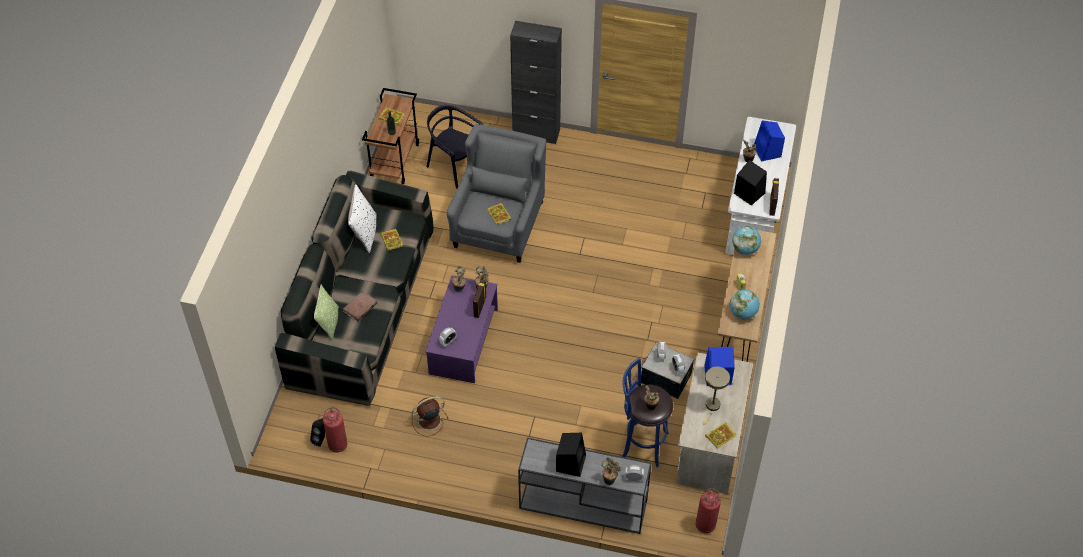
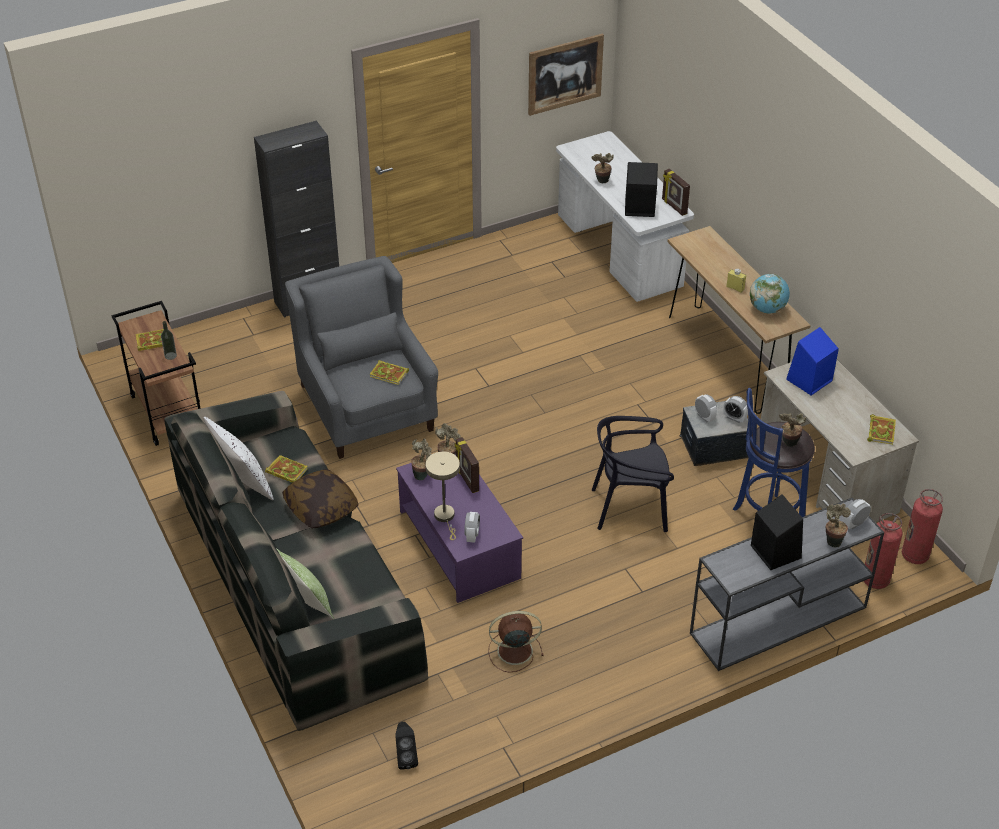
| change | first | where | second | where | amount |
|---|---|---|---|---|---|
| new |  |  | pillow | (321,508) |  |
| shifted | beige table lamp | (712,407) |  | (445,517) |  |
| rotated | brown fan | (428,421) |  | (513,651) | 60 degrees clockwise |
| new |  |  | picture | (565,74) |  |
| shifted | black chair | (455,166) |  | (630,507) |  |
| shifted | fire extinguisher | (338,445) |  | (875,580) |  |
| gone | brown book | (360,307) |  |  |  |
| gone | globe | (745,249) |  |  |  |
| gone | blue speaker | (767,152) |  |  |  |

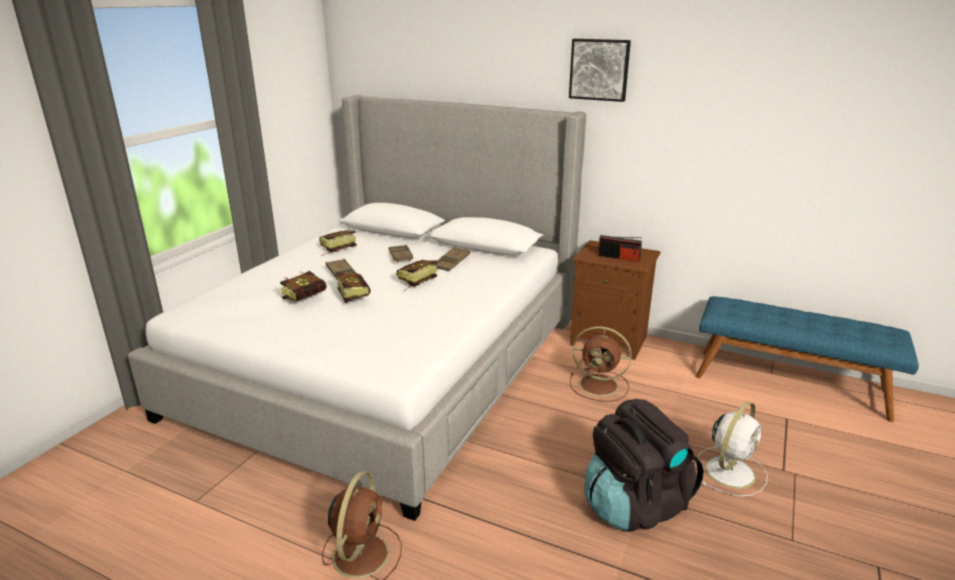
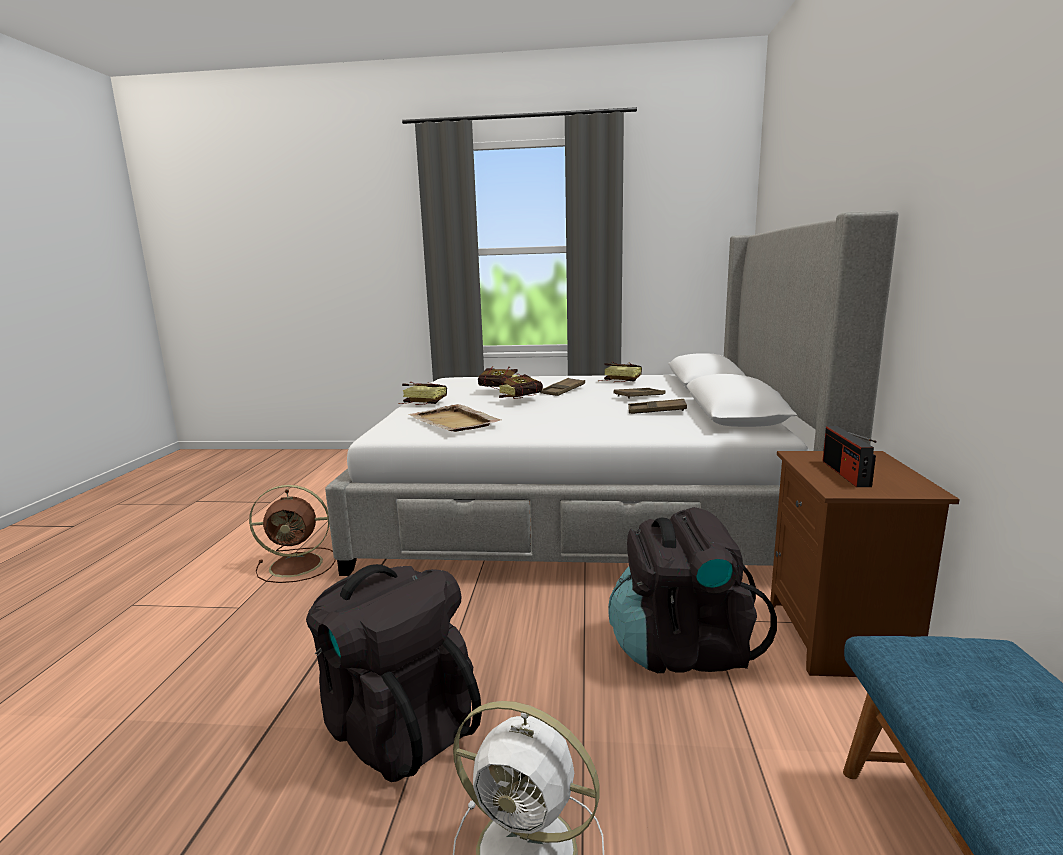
| change | first | where | second | where | amount |
|---|---|---|---|---|---|
| shifted | book | (414,283) |  | (421,403) |  |
| new |  |  | beige tray | (454,422) |  |
| swapped | brown fan | (600,385) | black backpack | (682,649) |  |
| gone | picture | (599,69) |  |  |  |

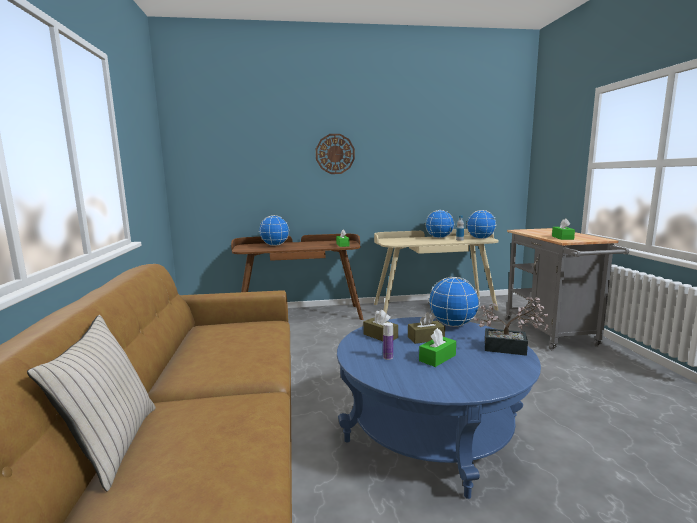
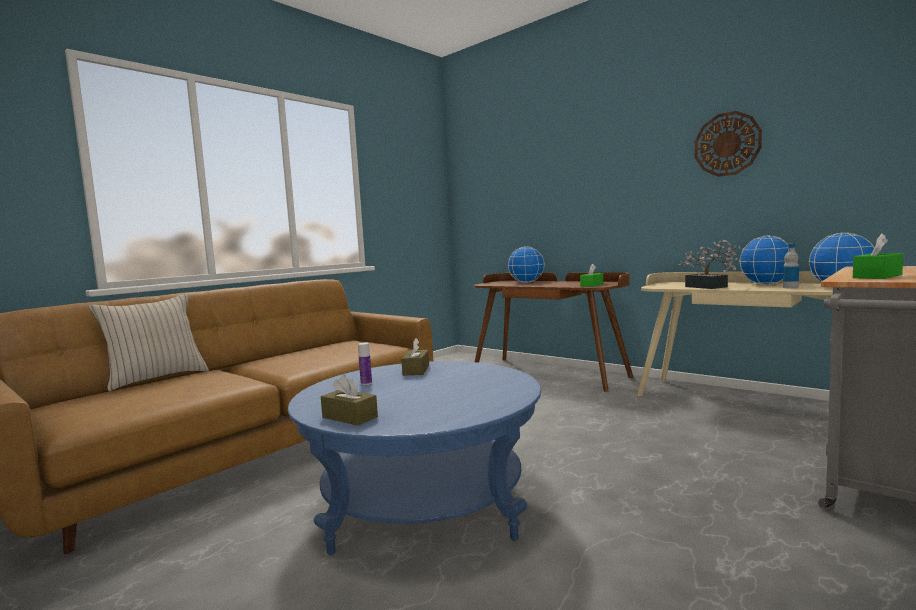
| change | first | where | second | where | amount |
|---|---|---|---|---|---|
| shifted | brown tissue box | (426,338) |  | (350,417) |  |
| shifted | potted plant | (510,349) |  | (709,287) |  |
| shifted | wall clock | (335,154) |  | (727,144) |  |
| gone | green tissue box | (437,358) |  |  |  |
| gone | globe | (452,324) |  |  |  |

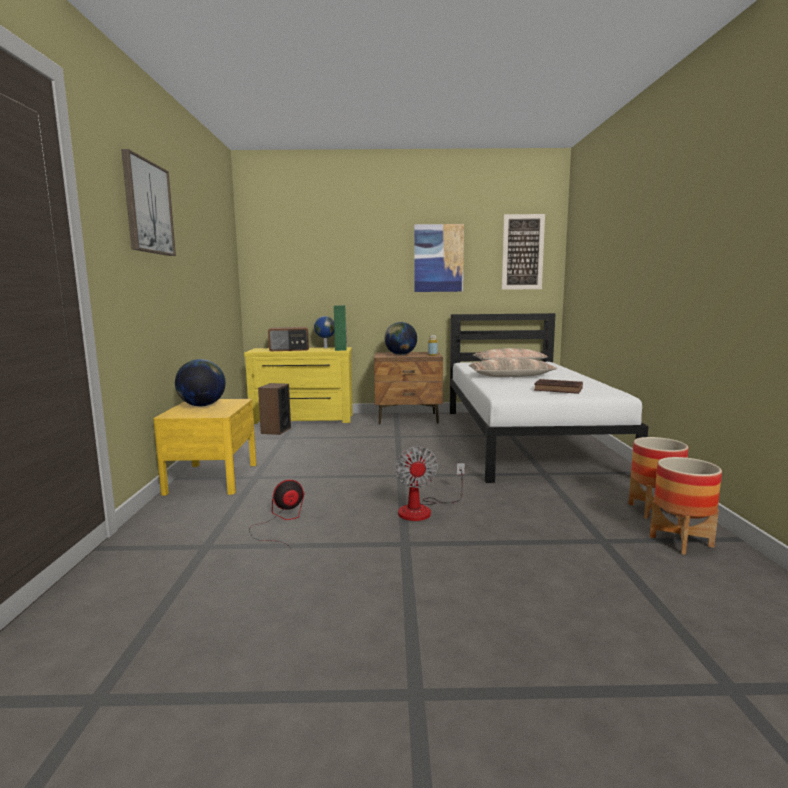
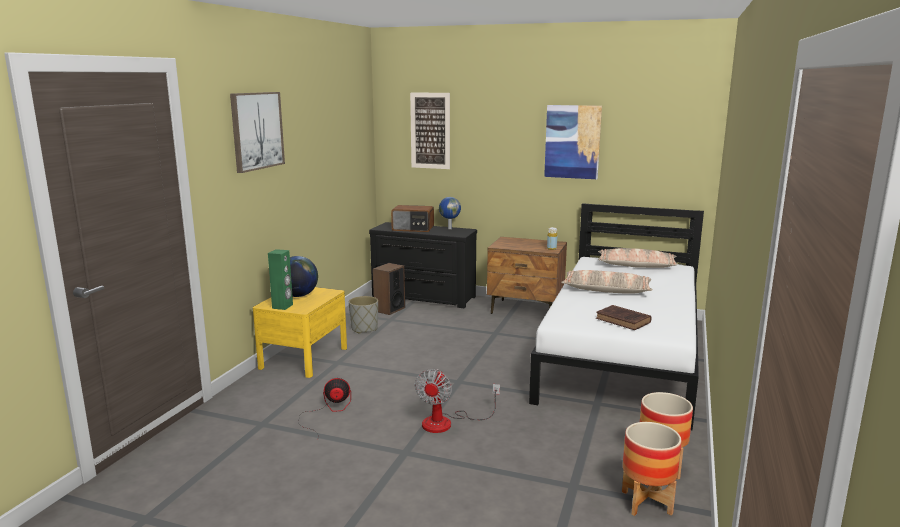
| change | first | where | second | where | amount |
|---|---|---|---|---|---|
| shifted | green speaker | (341,349) |  | (282,306) |  |
| new |  |  | grey planter | (364,328) |  |
| repainted | yellow dresser | (302,419) | black dresser | (423,298) |  |
| shifted | picture | (522,252) |  | (430,131) |  |
| gone | globe | (400,354) |  |  |  |

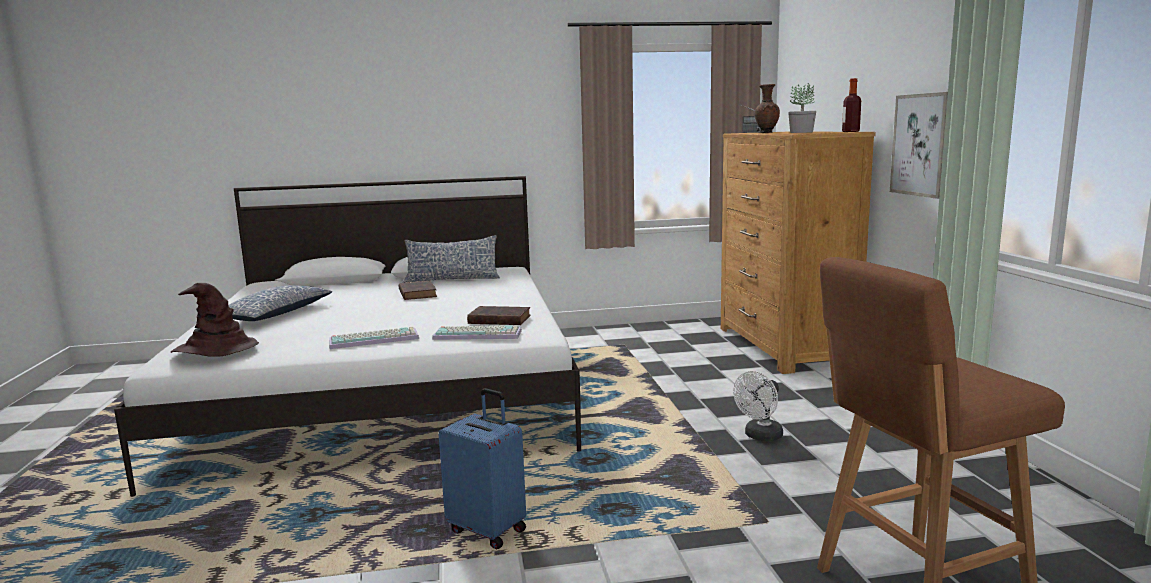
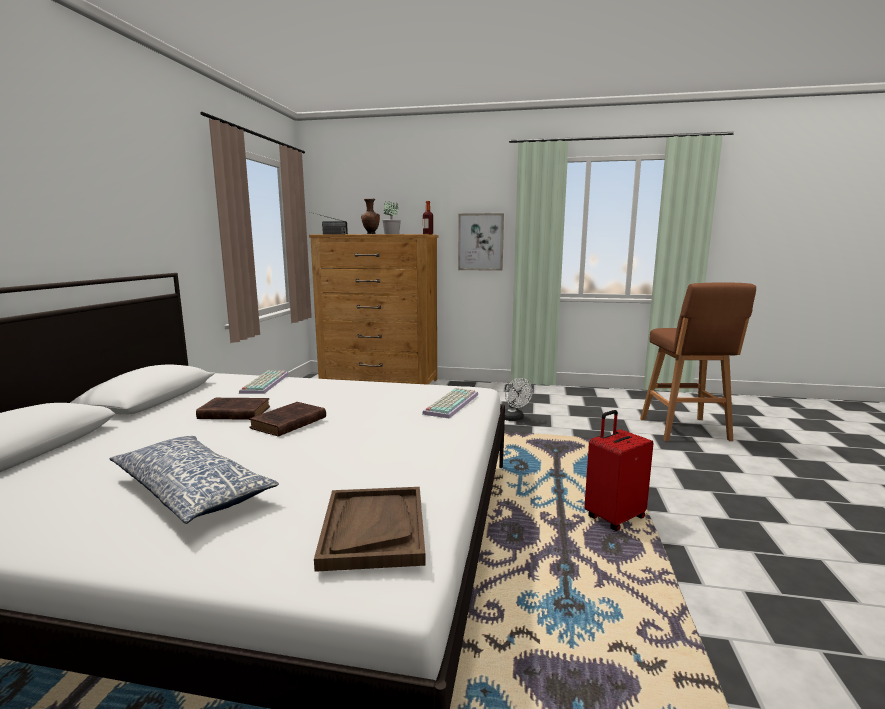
| change | first | where | second | where | amount |
|---|---|---|---|---|---|
| shifted | keyboard | (375,339) |  | (264,383) |  |
| shifted | brown book | (498,320) |  | (287,423) |  |
| swapped | brown hat | (214,350) | brown tray | (373,529) |  |
| repainted | blue suitcase | (488,530) | red suitcase | (613,517) |  |
| gone | pillow | (452,279) |  |  |  |

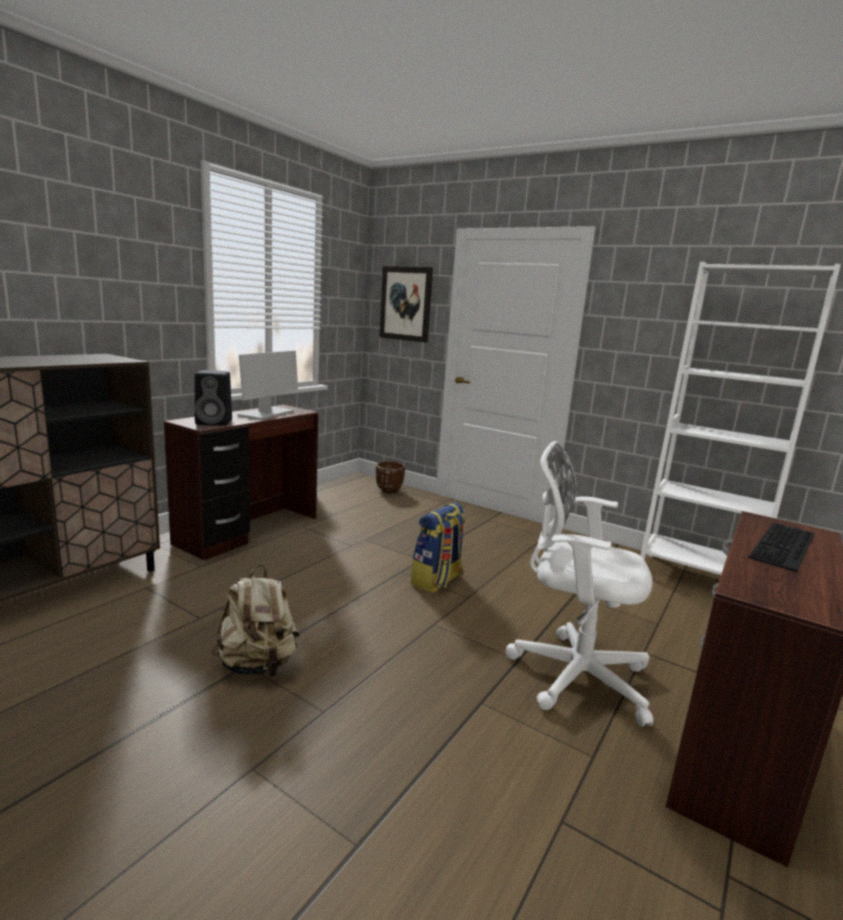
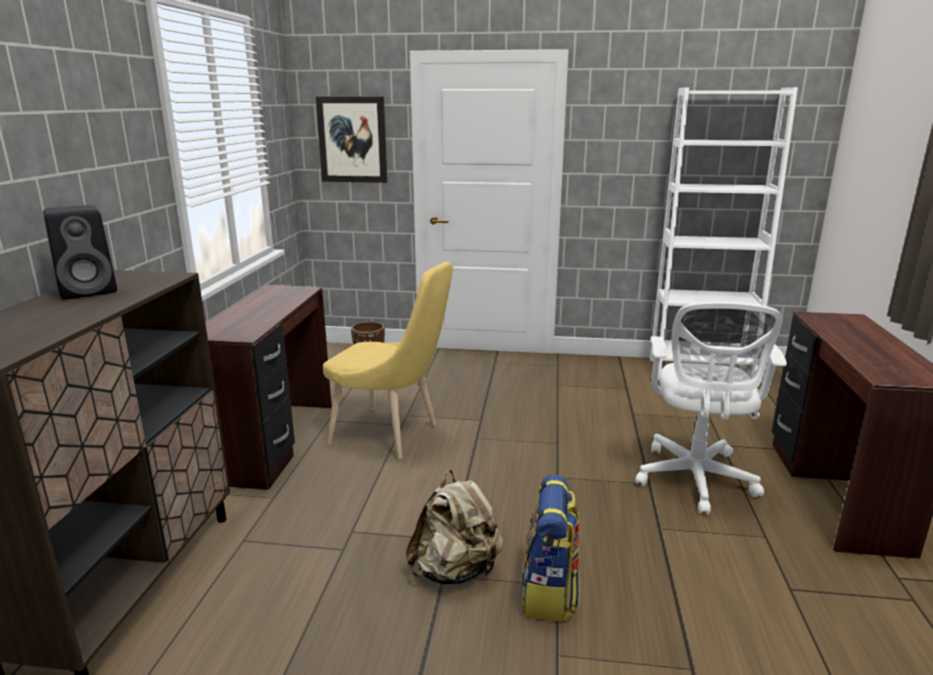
| change | first | where | second | where | amount |
|---|---|---|---|---|---|
| shifted | black speaker | (215,422) |  | (90,290) |  |
| new |  |  | yellow chair | (391,435) |  |
| shifted | backpack | (437,581) |  | (550,593) |  |
| rotated | white office chair | (572,674) |  | (695,481) | 75 degrees counterclockwise |
| gone | monitor | (266,414) |  |  |  |
| gone | keyboard | (786,546) |  |  |  |

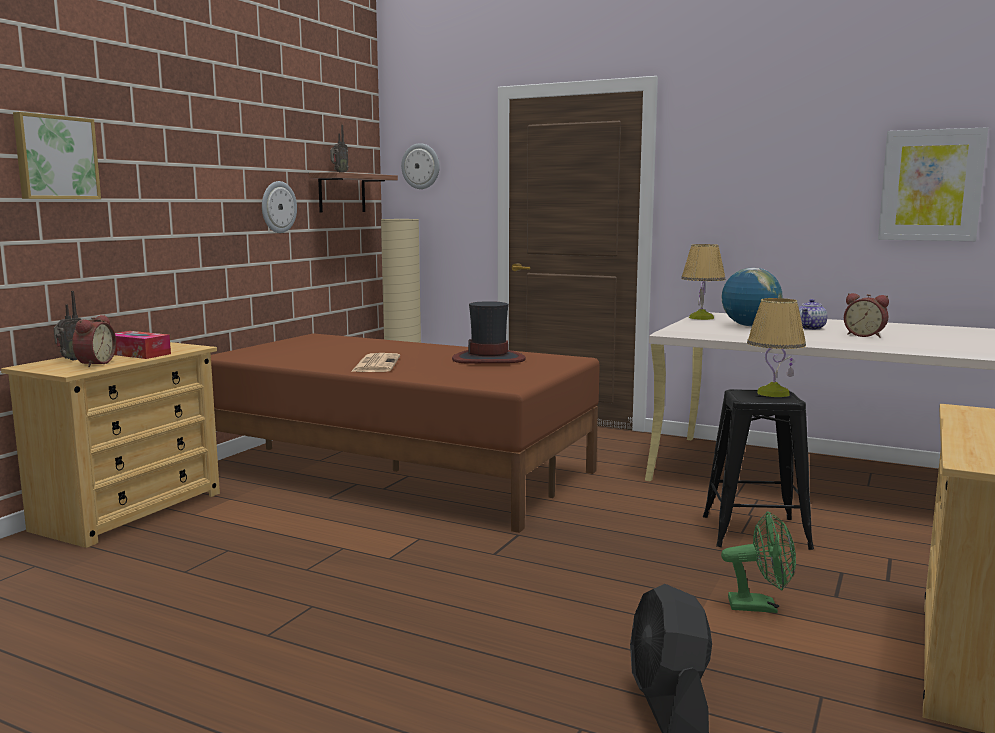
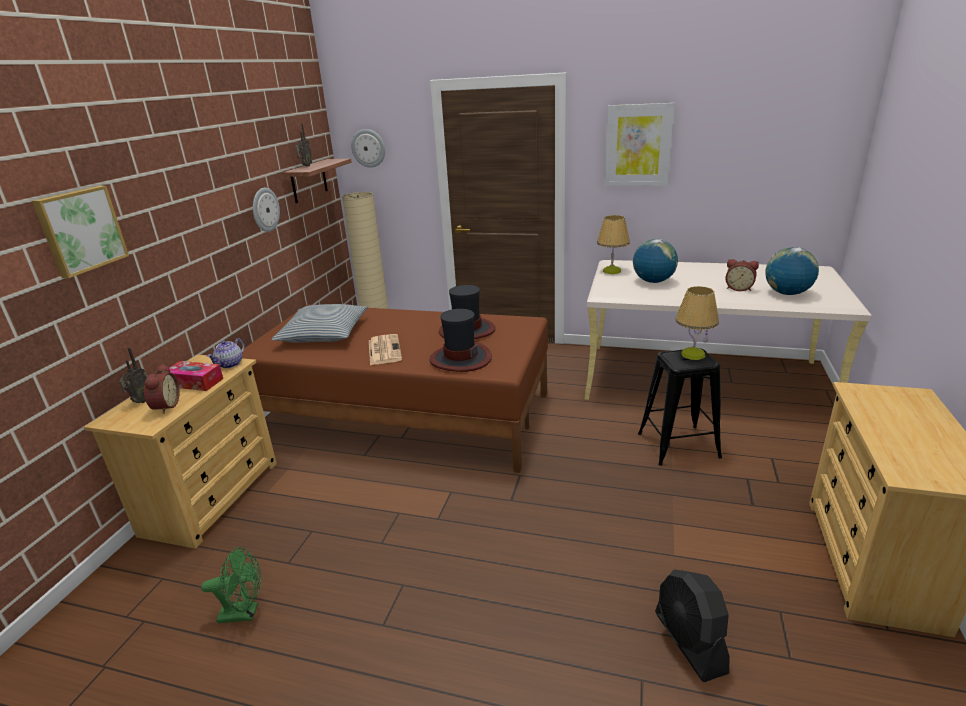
| change | first | where | second | where | amount |
|---|---|---|---|---|---|
| shifted | green fan | (760,606) |  | (244,613) |  |
| shifted | teapot | (810,328) |  | (230,364) |  |
| new |  |  | pillow | (324,333) |  |
| new |  |  | hat | (460,358) |  |
| shifted | picture | (931,185) |  | (638,145) |  |
| new |  |  | globe | (787,293) |  |

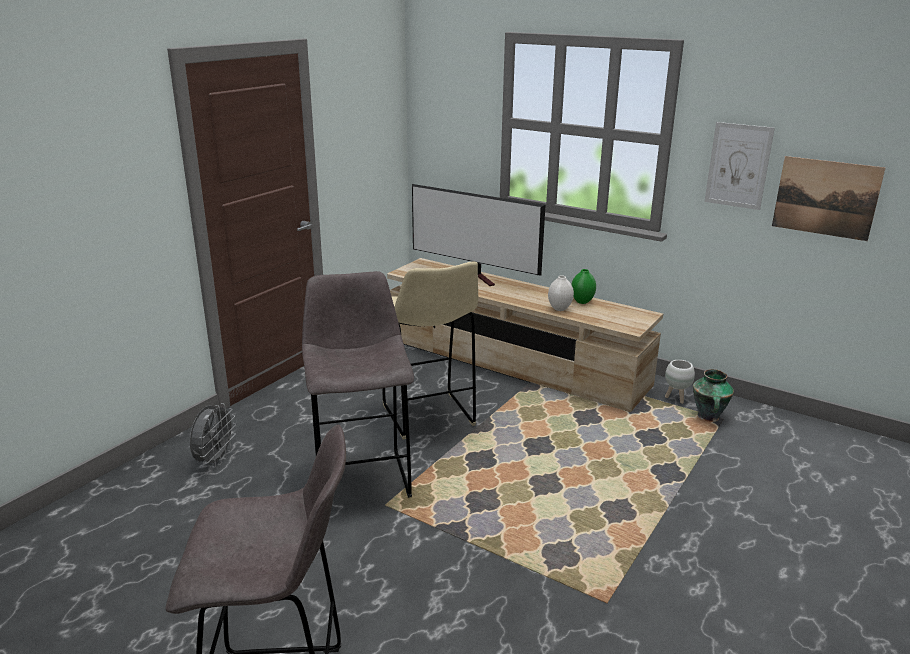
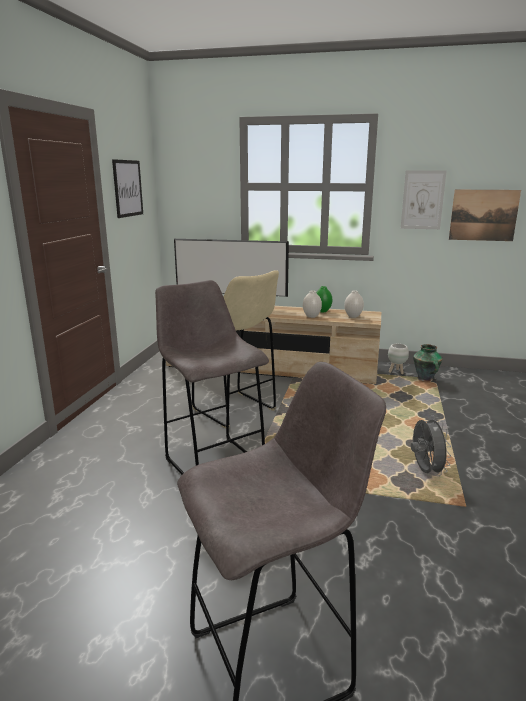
| change | first | where | second | where | amount |
|---|---|---|---|---|---|
| new |  |  | picture | (128,188) |  |
| new |  |  | white vase | (353,316) |  |
| shifted | grey fan | (215,460) |  | (425,471) |  |

